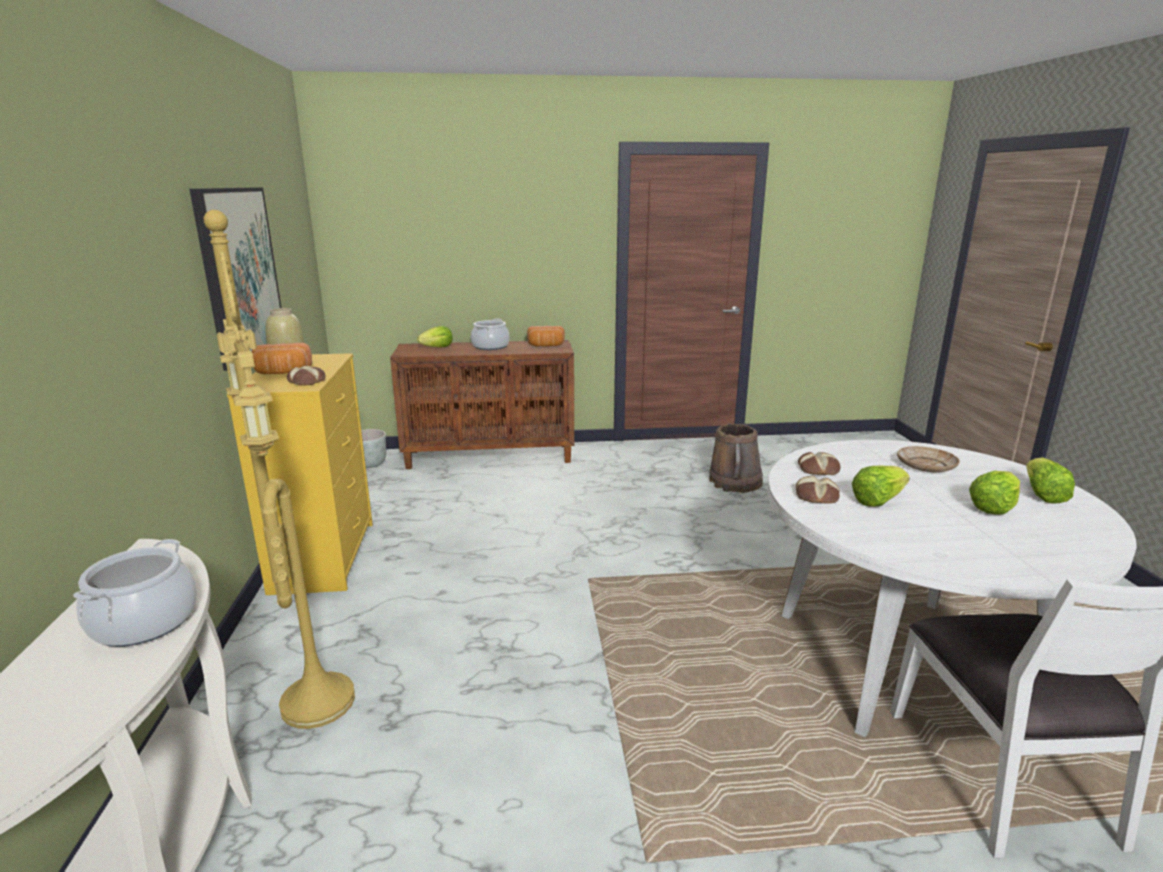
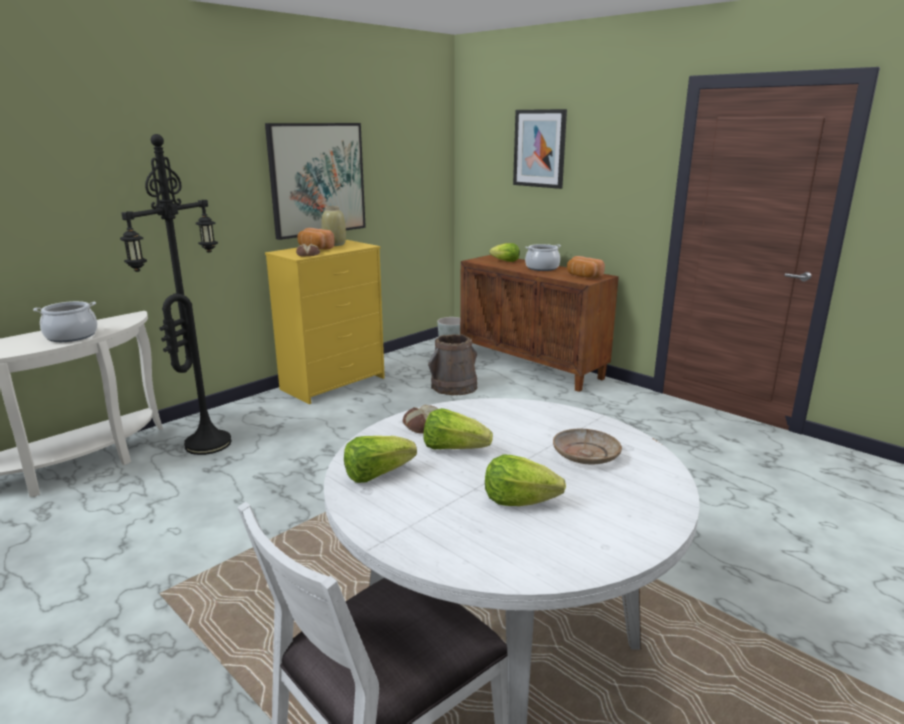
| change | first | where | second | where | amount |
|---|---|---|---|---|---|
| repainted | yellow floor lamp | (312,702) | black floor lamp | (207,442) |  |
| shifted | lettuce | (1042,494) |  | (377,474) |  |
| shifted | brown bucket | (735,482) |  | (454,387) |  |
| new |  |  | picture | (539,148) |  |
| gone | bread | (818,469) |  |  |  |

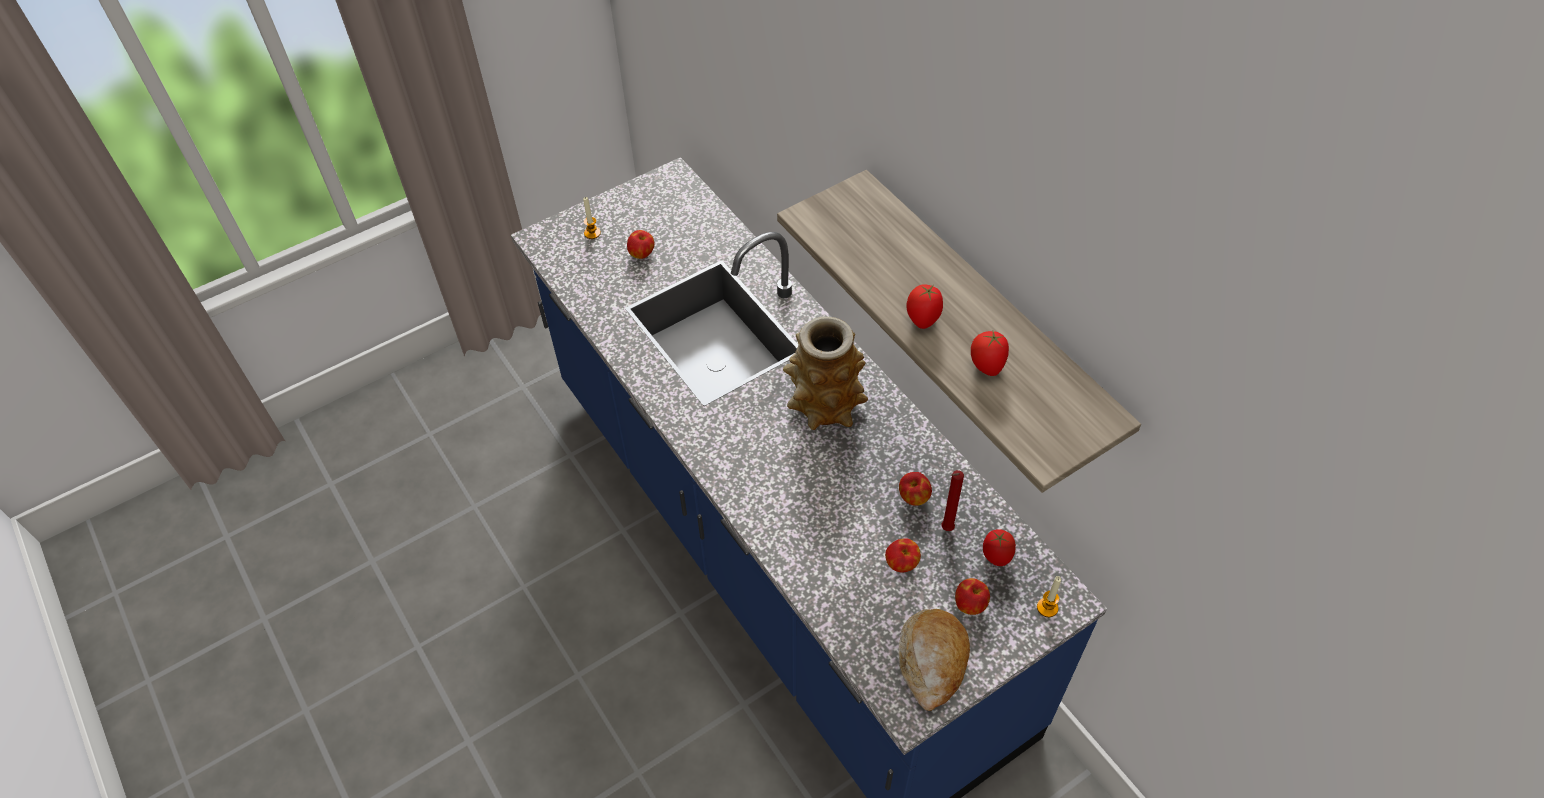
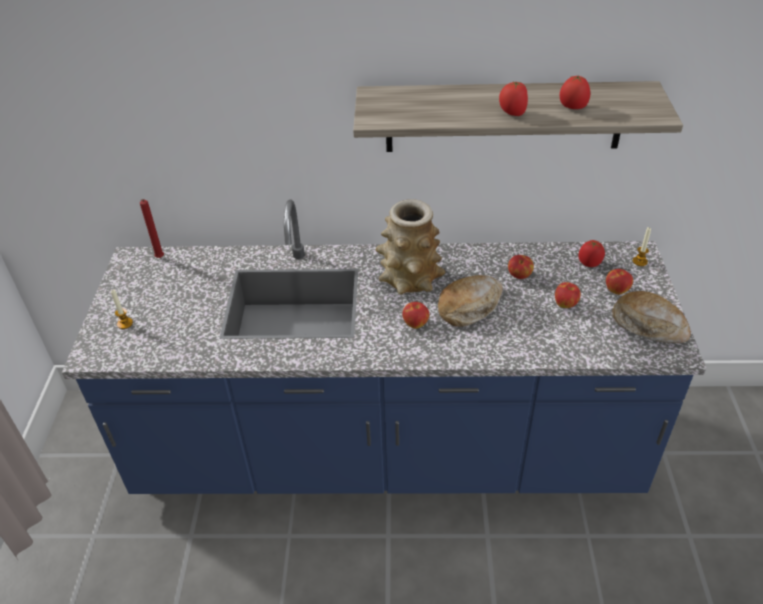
| change | first | where | second | where | amount |
|---|---|---|---|---|---|
| shifted | red candle | (945,529) |  | (159,259) |  |
| shifted | apple | (642,254) |  | (415,323) |  |
| new |  |  | bread | (469,306) |  |

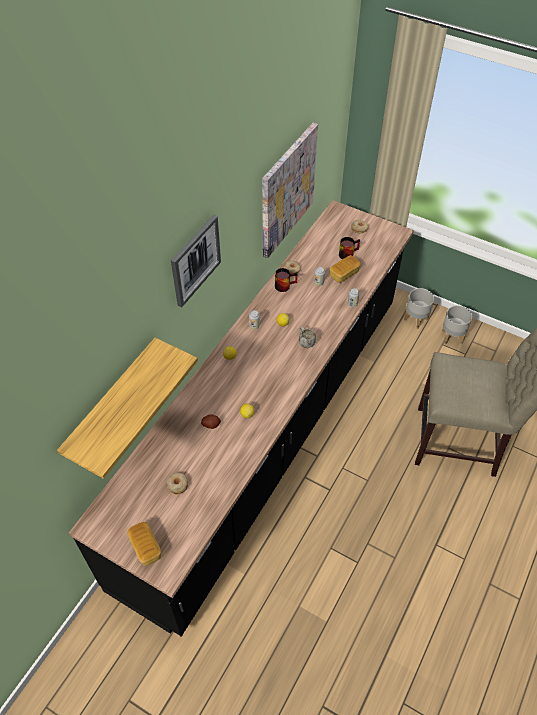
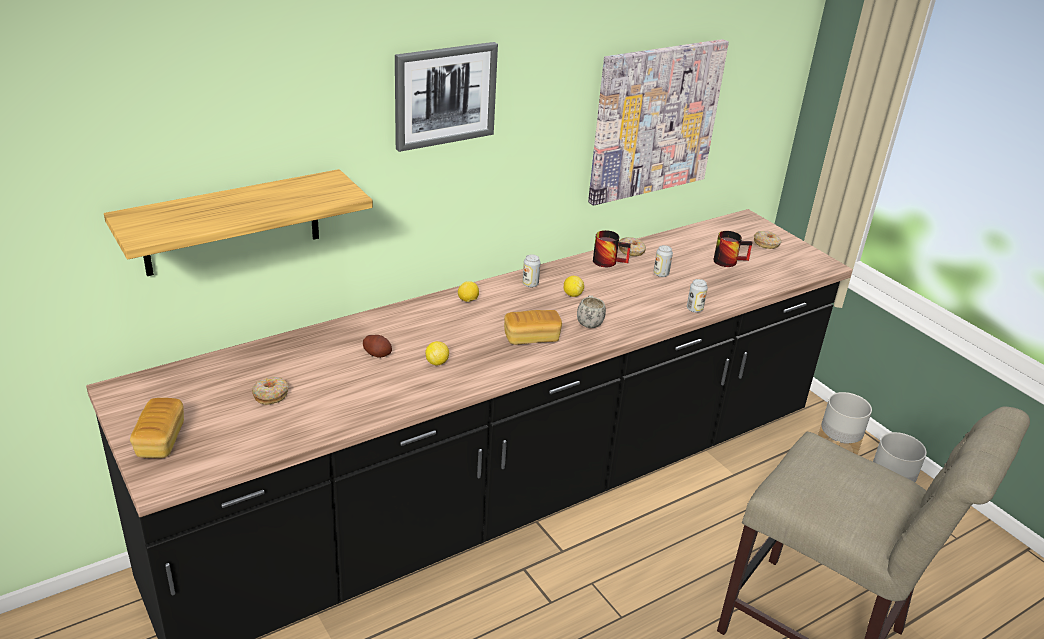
| change | first | where | second | where | amount |
|---|---|---|---|---|---|
| shifted | bread | (344,274) |  | (531,338) |  |

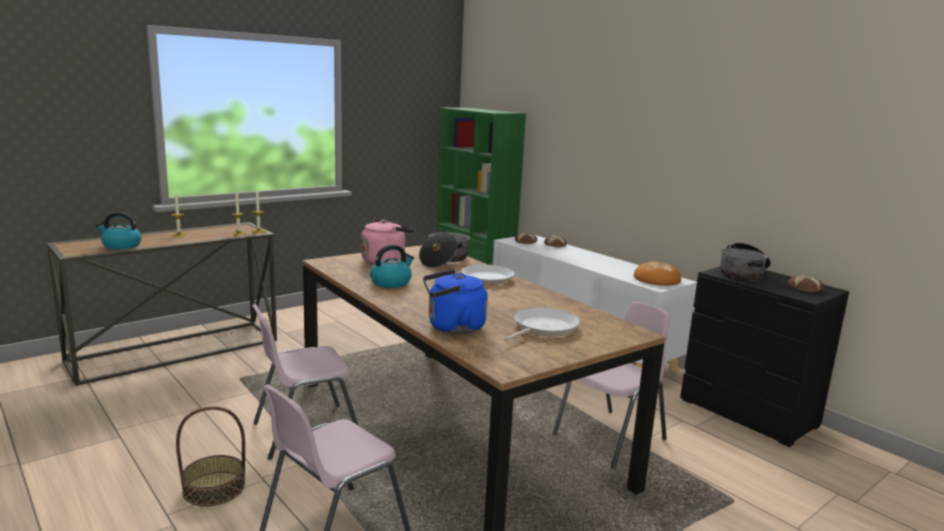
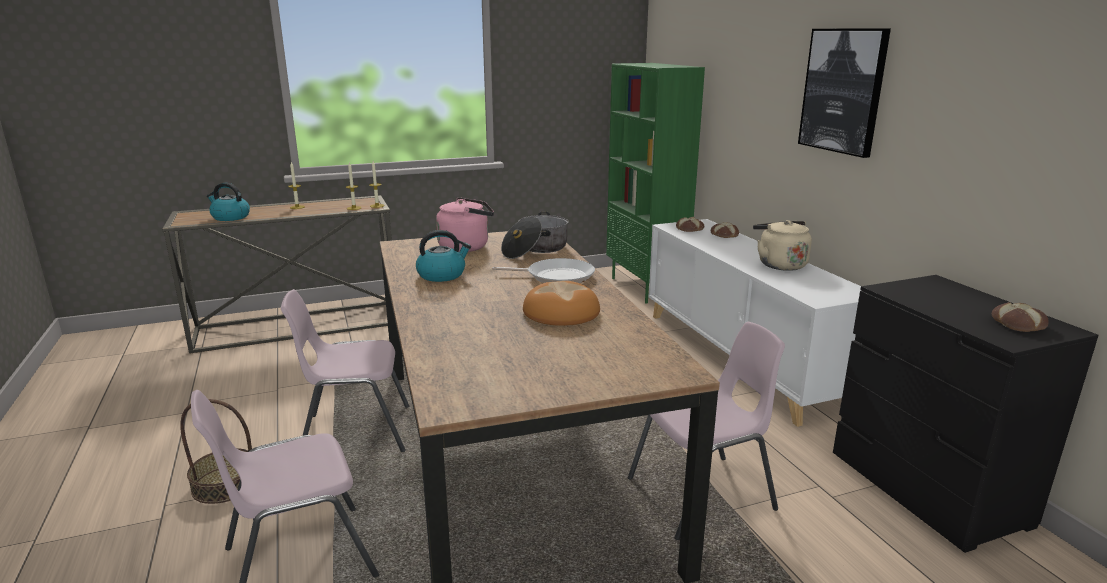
| change | first | where | second | where | amount |
|---|---|---|---|---|---|
| shifted | bread | (657,279) |  | (562,312) |  |
| new |  |  | beige kettle | (779,264) |  |
| new |  |  | picture | (843,91) |  |
| gone | blue kettle | (452,327) |  |  |  |
| gone | frying pan | (542,328) |  |  |  |
| gone | cooking pot | (743,274) |  |  |  |

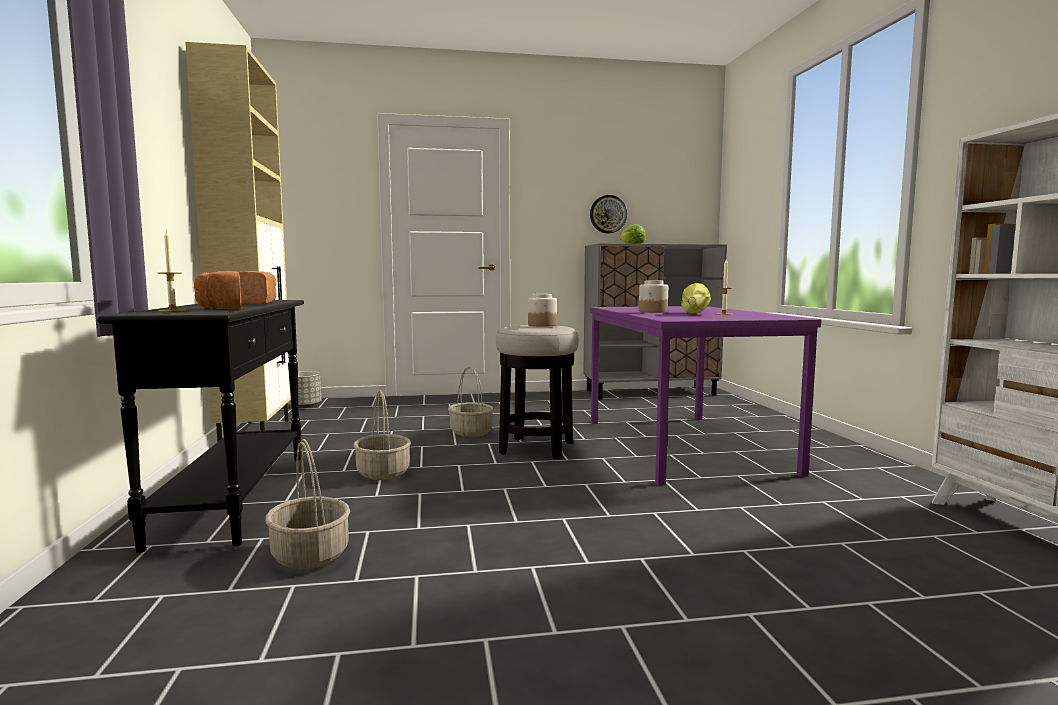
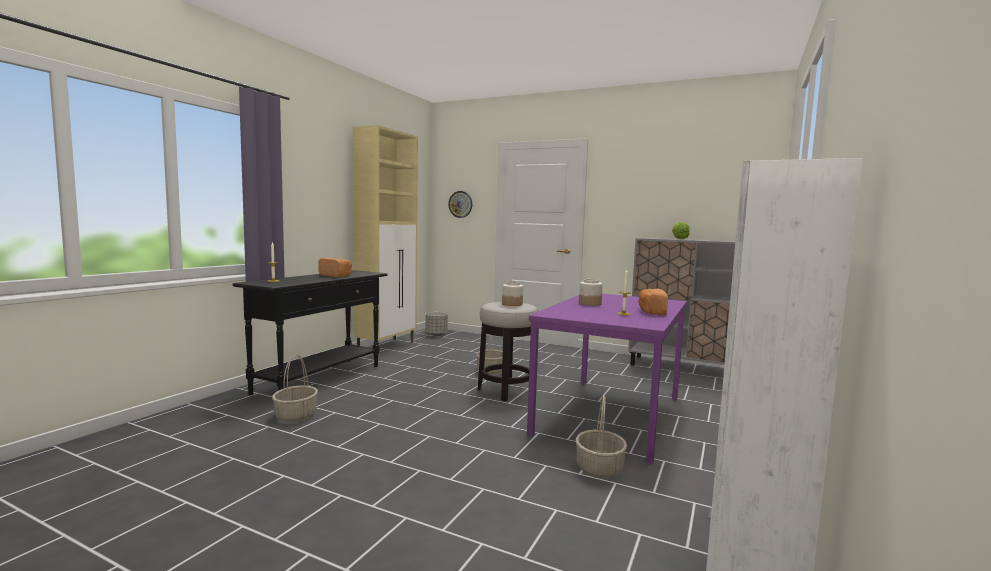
| change | first | where | second | where | amount |
|---|---|---|---|---|---|
| shifted | wall clock | (608,214) |  | (460,204) |  |
| shifted | basket | (382,473) |  | (599,468) |  |
| shifted | bread | (219,308) |  | (651,312) |  |
| gone | lettuce | (694,313) |  |  |  |

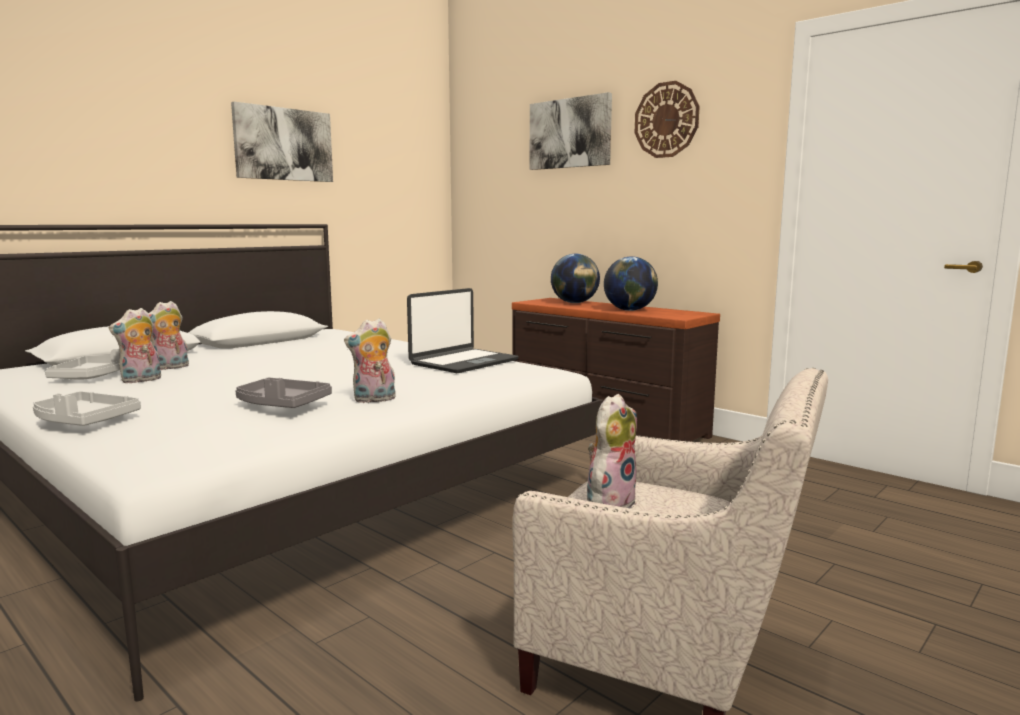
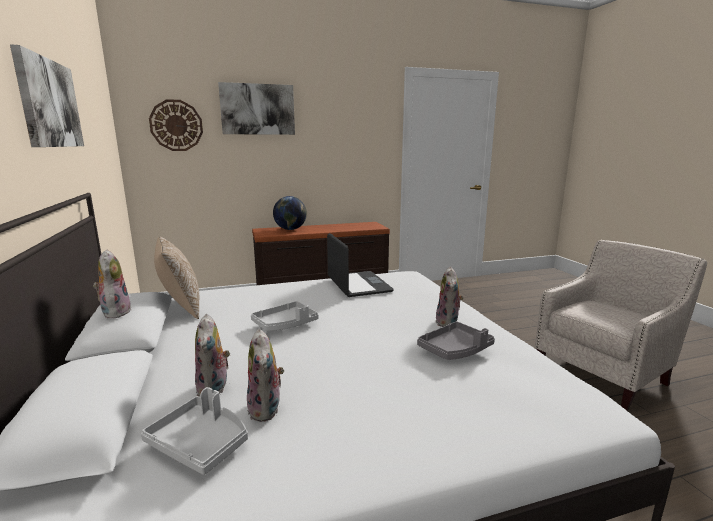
| change | first | where | second | where | amount |
|---|---|---|---|---|---|
| shifted | plush toy | (609,502) |  | (115,312) |  |
| shifted | wall clock | (666,120) |  | (176,125) |  |
| new |  |  | pillow | (181,308) |  |
| shifted | grey tray | (84,421) |  | (285,324) |  |
| gone | globe | (629,310) |  |  |  |

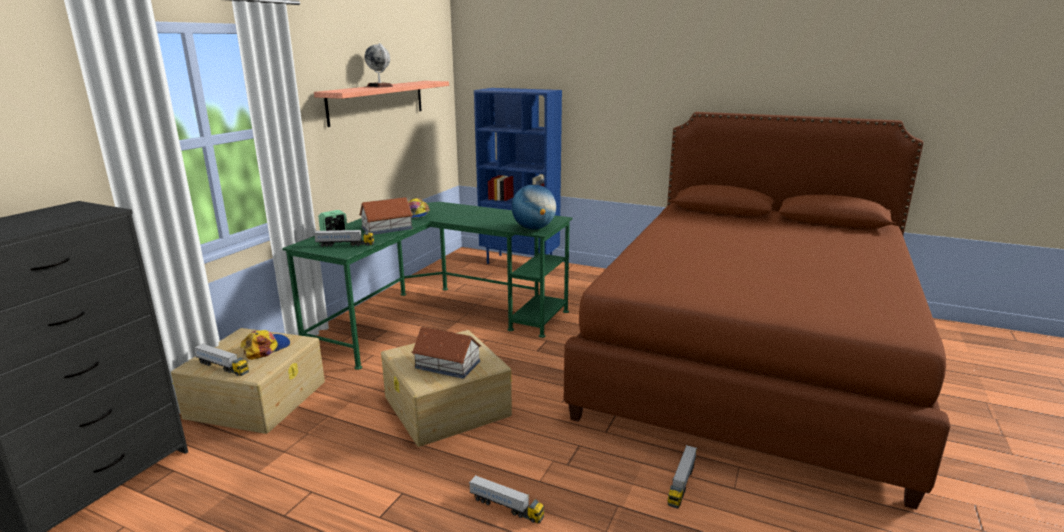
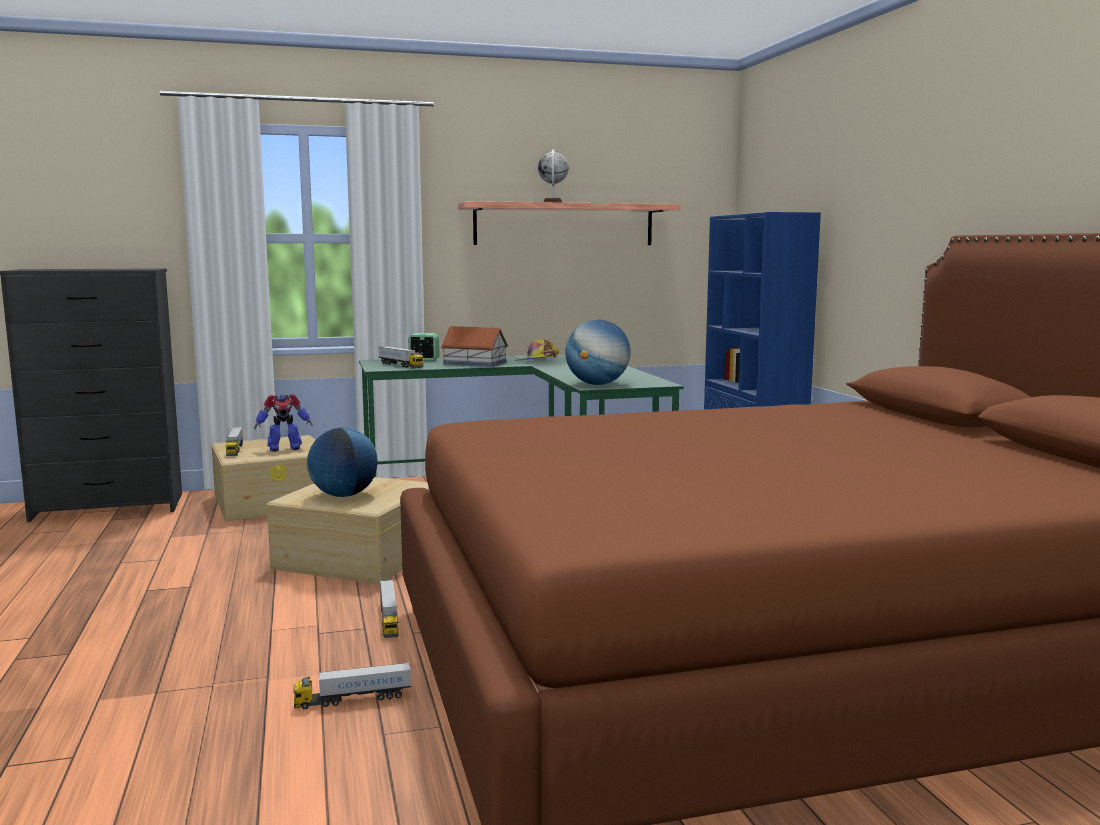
| change | first | where | second | where | amount |
|---|---|---|---|---|---|
| swapped | cap | (266,348) | toy robot | (284,448) |  |
| swapped | toy house | (448,365) | globe | (343,495) |  |
| shifted | toy truck | (506,507) |  | (389,619) |  |

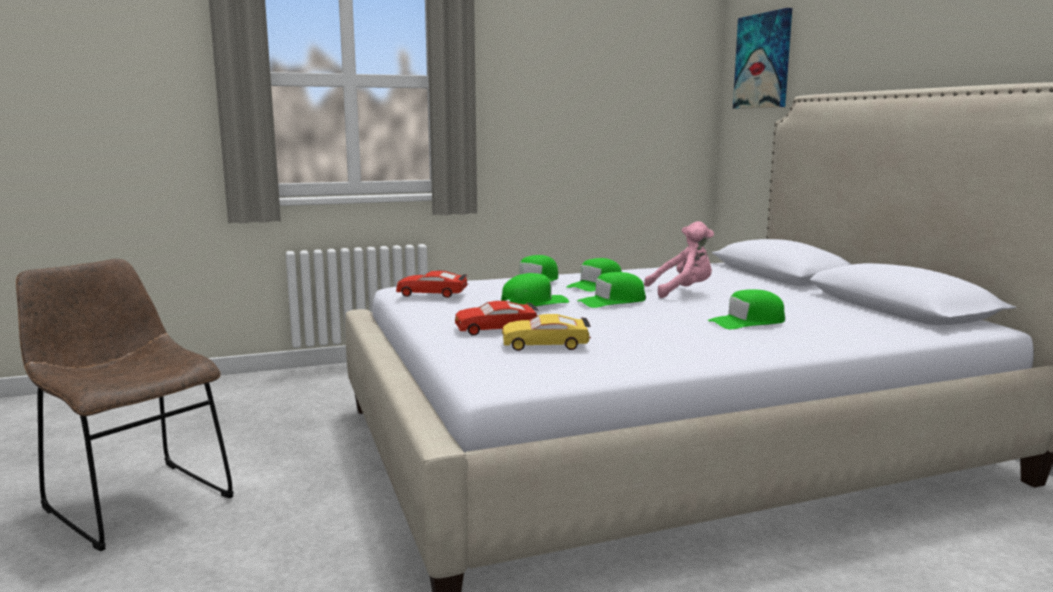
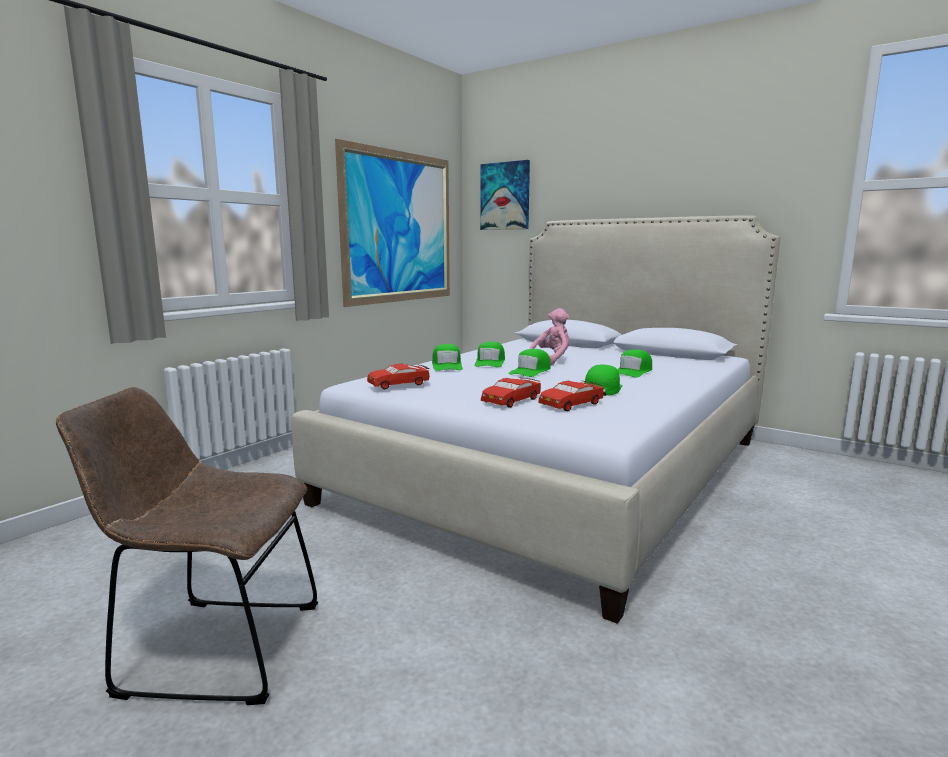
| change | first | where | second | where | amount |
|---|---|---|---|---|---|
| new |  |  | picture | (399,227) |  |
| repainted | yellow toy car | (545,344) | red toy car | (571,404) |  |
| shifted | green cap | (533,303) |  | (603,389) |  |

